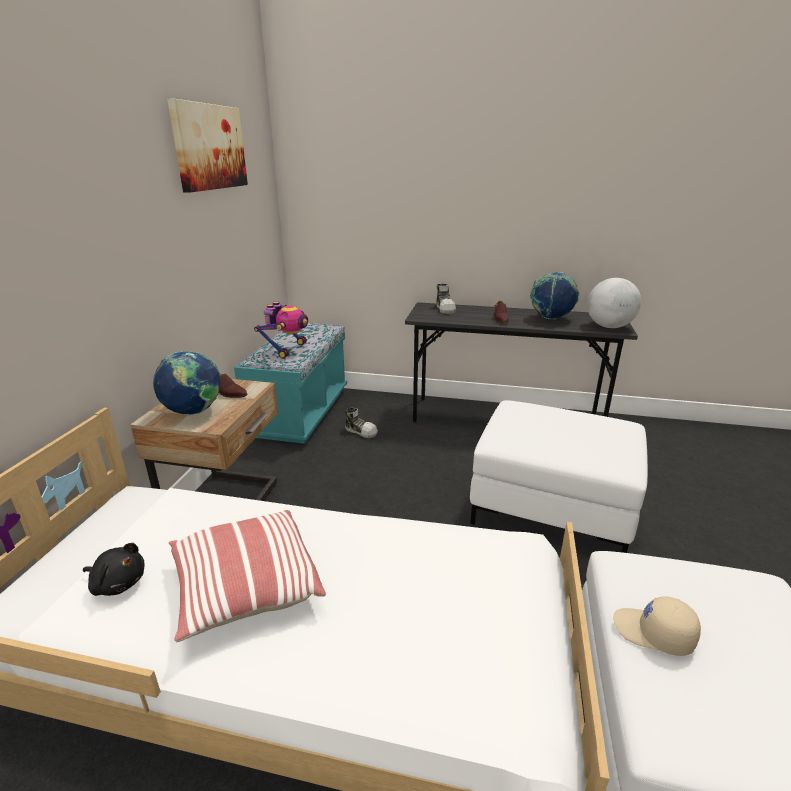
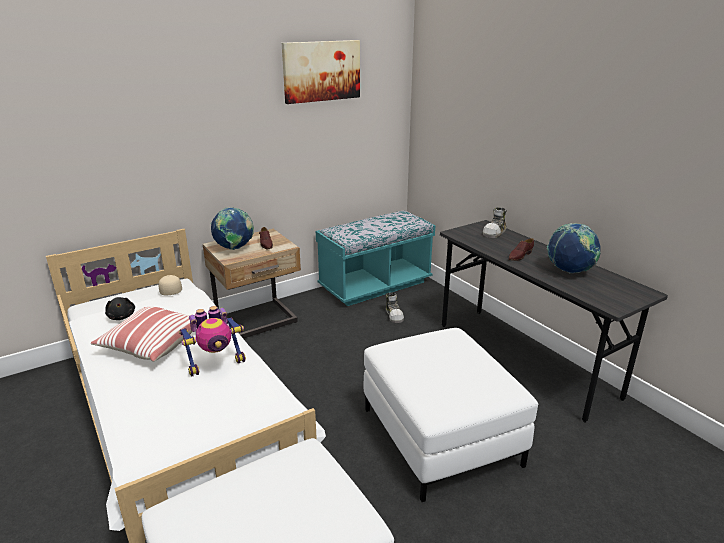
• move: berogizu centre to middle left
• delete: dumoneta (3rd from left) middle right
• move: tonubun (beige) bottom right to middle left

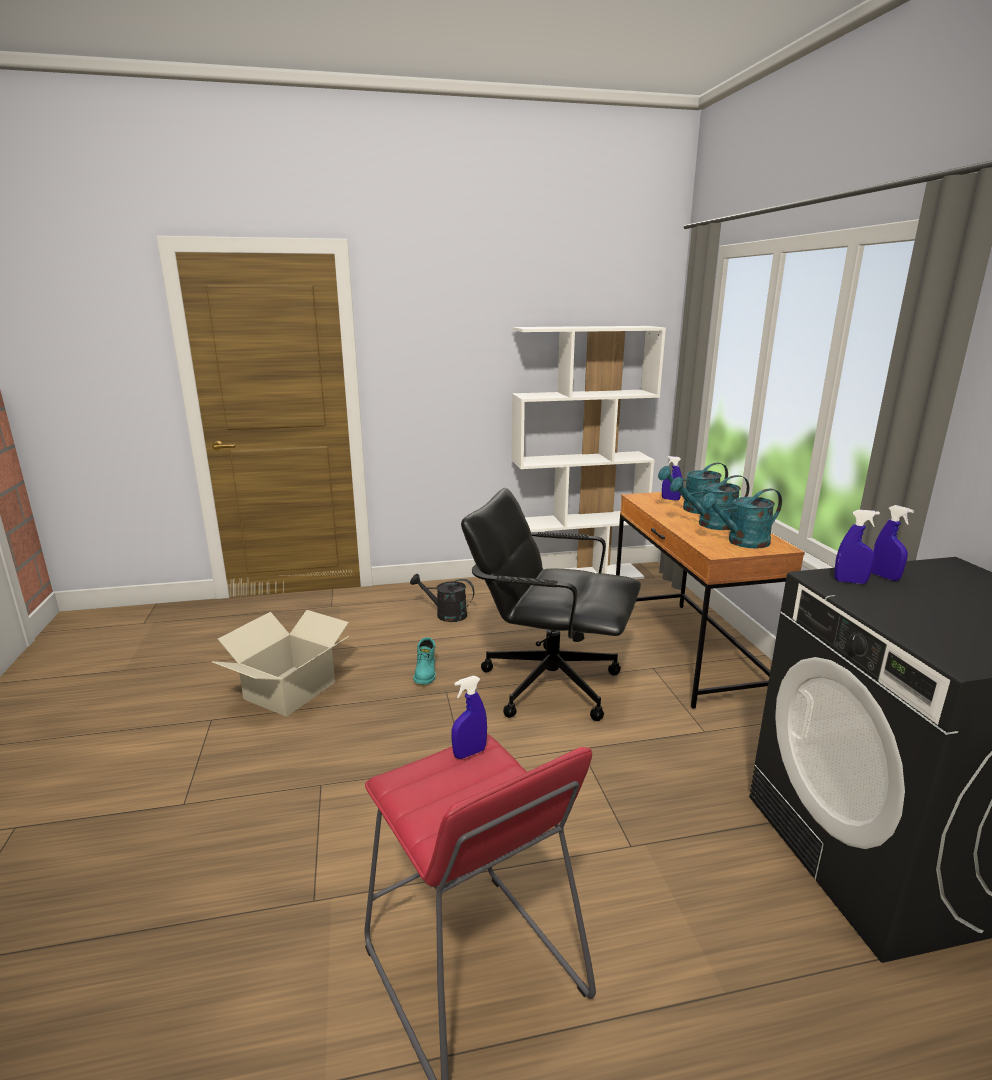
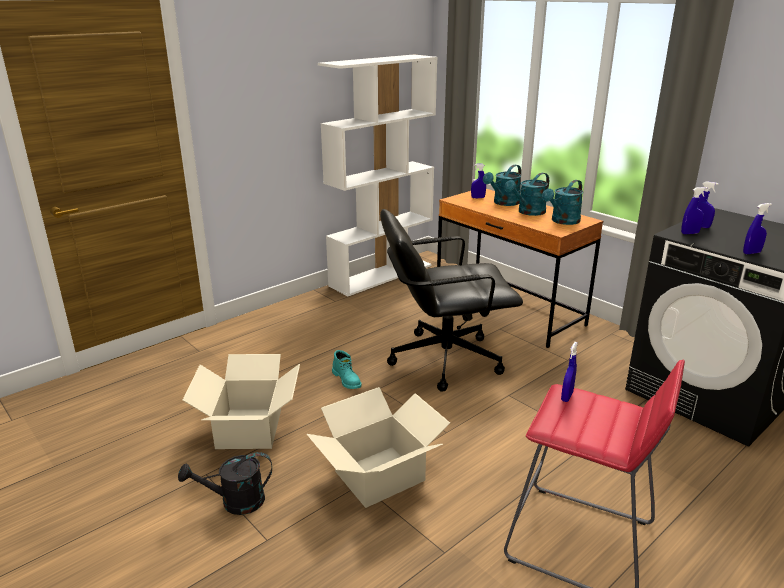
• move: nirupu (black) centre to bottom left
• insert: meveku (2nd from left) bottom centre
• insert: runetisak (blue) (5th from left) middle right

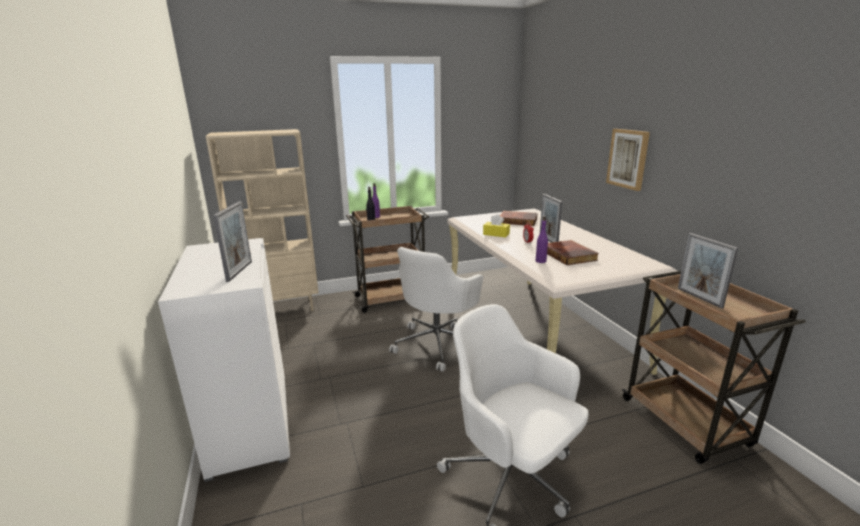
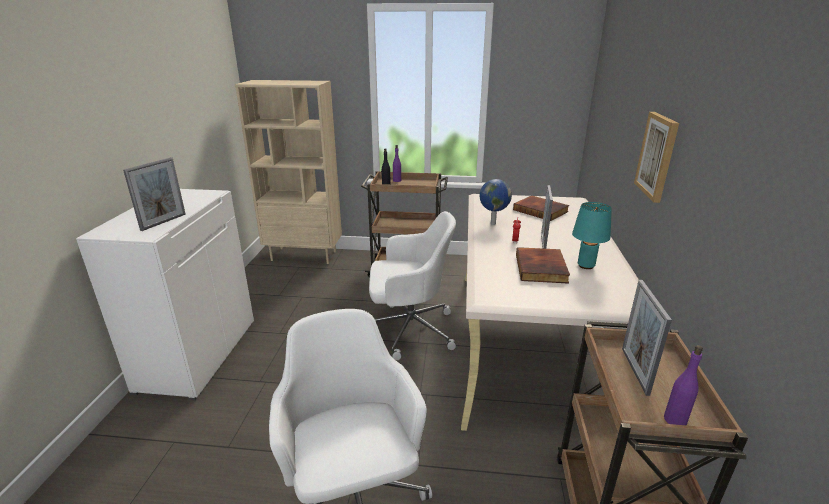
• rotate: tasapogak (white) (1st from left in the first image) centre = centre 150 degrees counterclockwise
• replace: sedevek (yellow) centre to dumoneta centre
• move: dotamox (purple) (2nd from left) centre to bottom right
• insert: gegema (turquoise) middle right

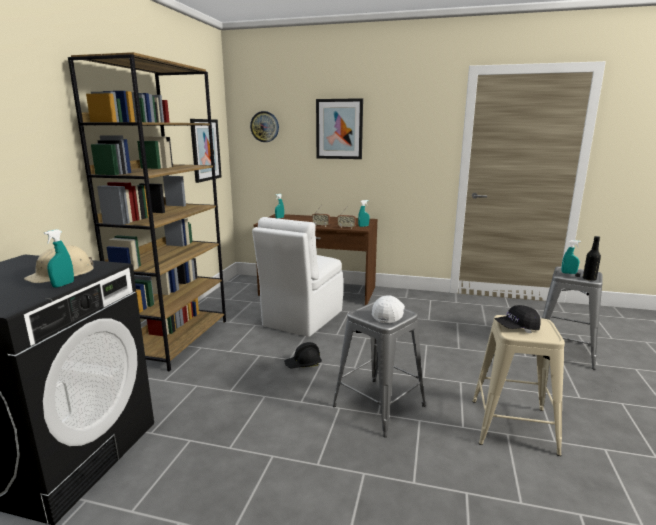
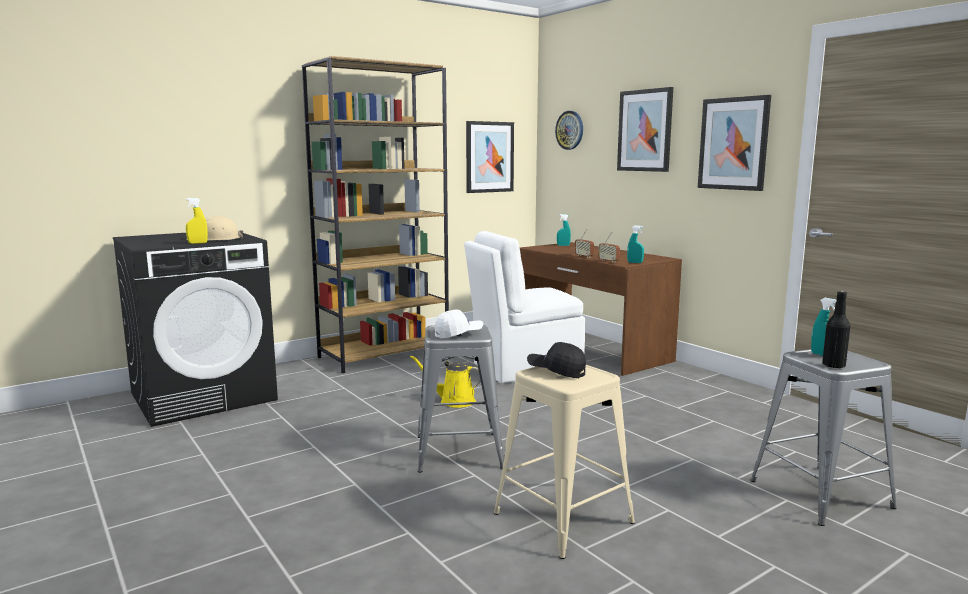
• recolor: runetisak (turquoise) (1st from left) middle left to runetisak (yellow) middle left
• replace: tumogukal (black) bottom centre to nirupu (yellow) centre
• insert: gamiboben (3rd from left) top right

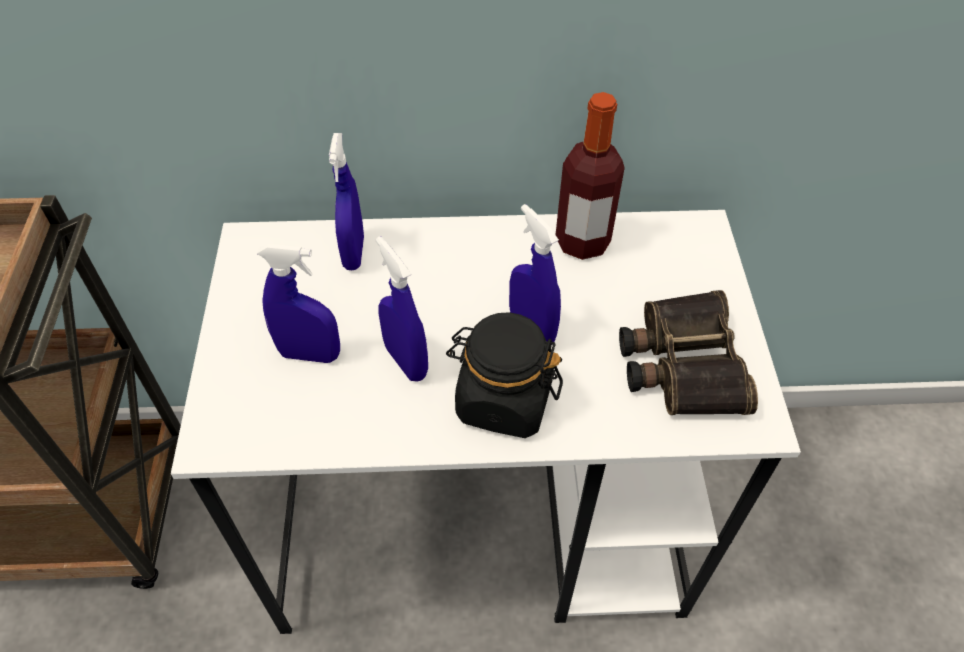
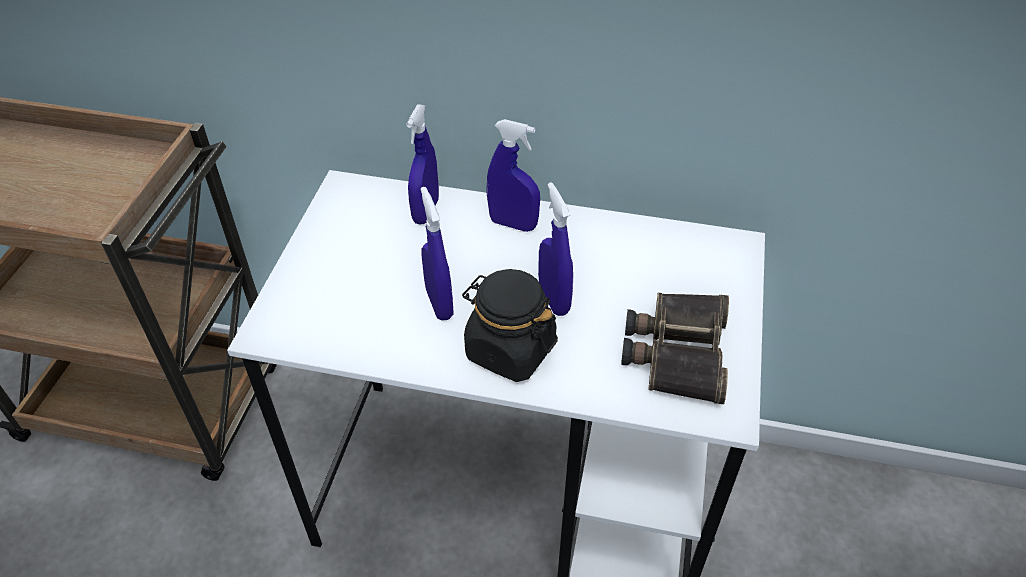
• move: runetisak (blue) (1st from left in the first image) middle left to runetisak (blue) (3rd from left) top centre
• delete: dotamox top centre

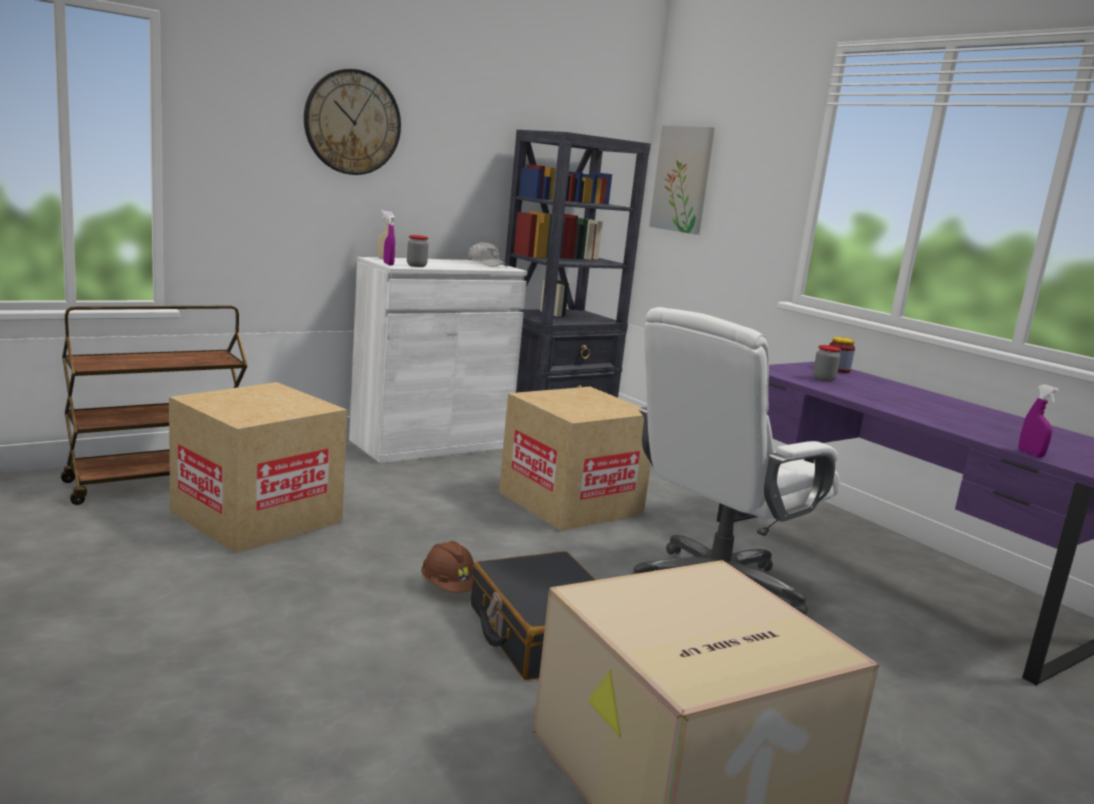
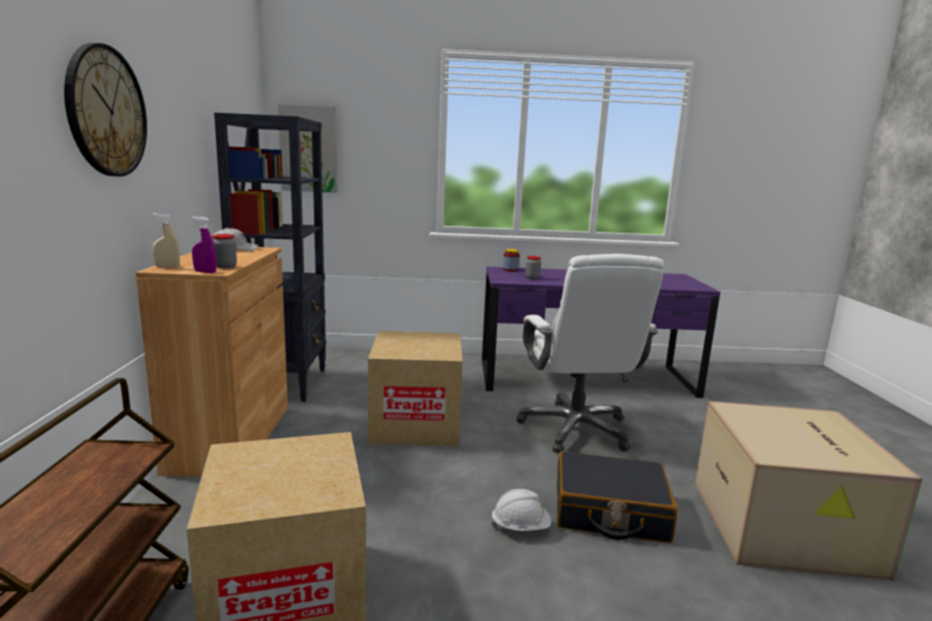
• recolor: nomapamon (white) centre to nomapamon (brown) middle left
• recolor: tumogukal (brown) bottom centre to tumogukal (white) bottom centre
• delete: runetisak (purple) (2nd from left) middle right

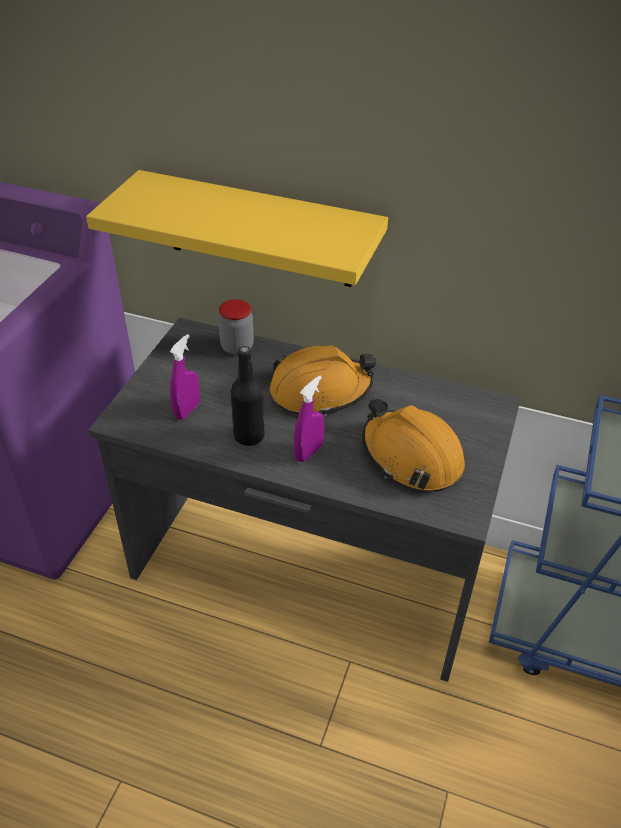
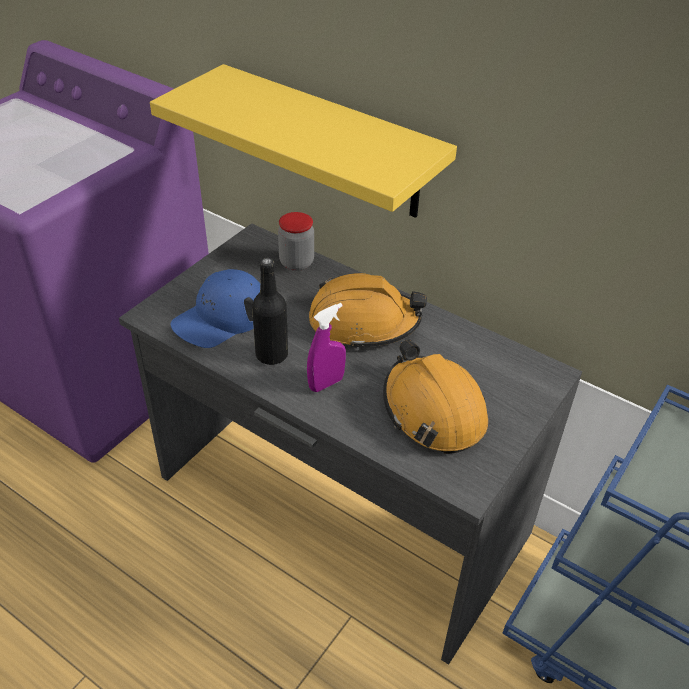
• replace: runetisak (purple) (1st from left) middle left to tonubun (blue) middle left

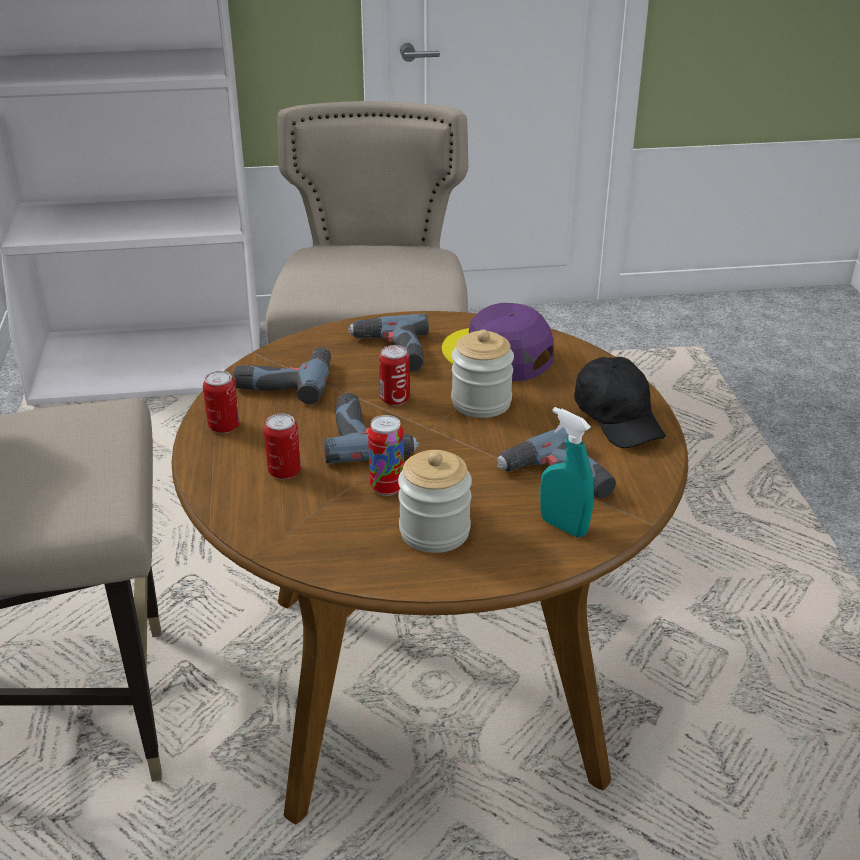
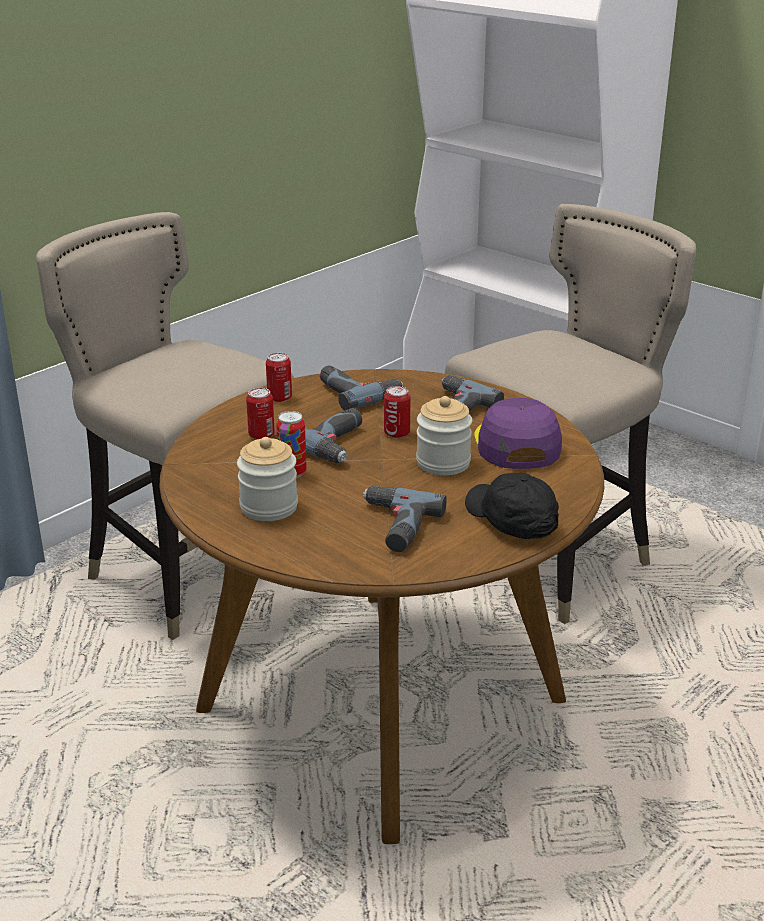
• delete: runetisak (turquoise) centre
• rotate: tonubun (black) middle right = middle right 120 degrees clockwise

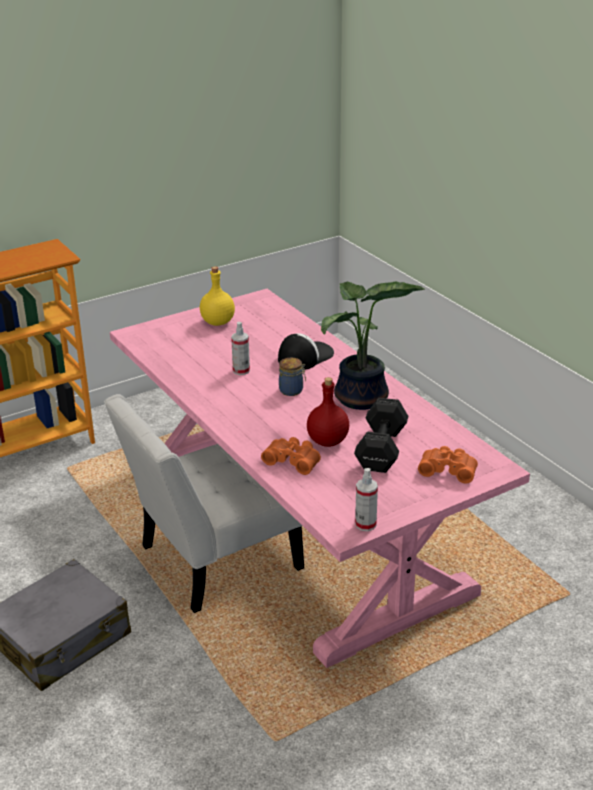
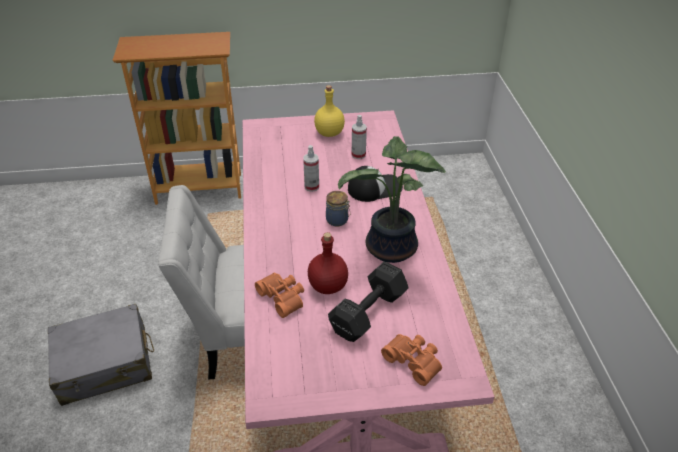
• move: runetisak (2nd from left) centre to top centre

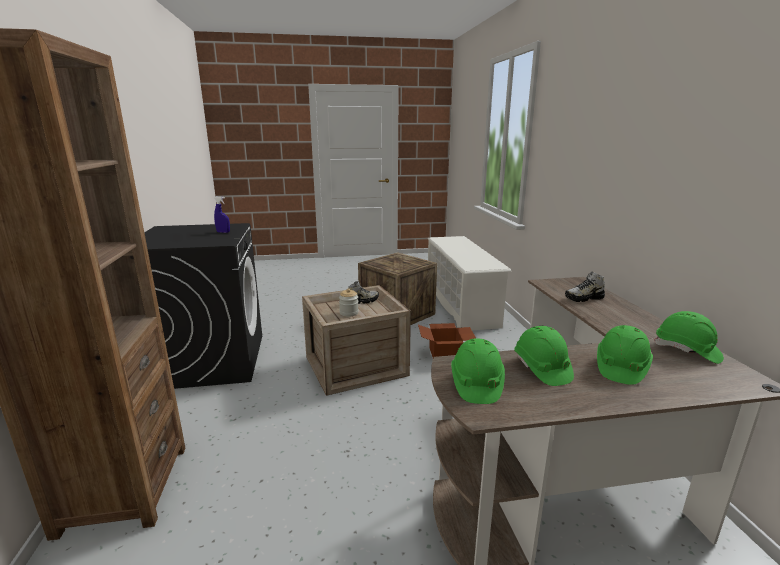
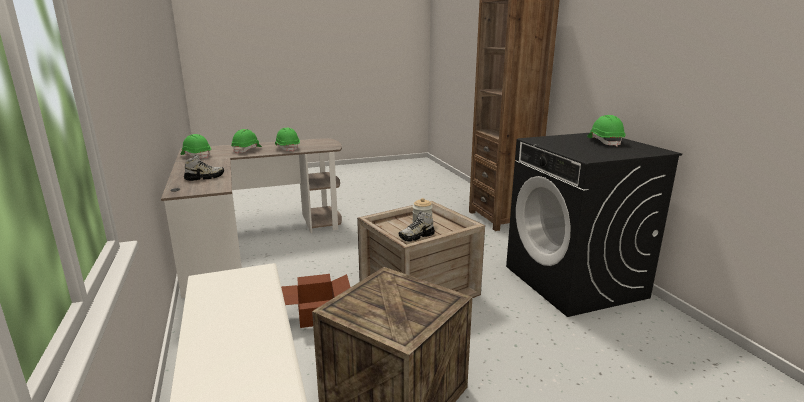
• delete: runetisak (blue) middle left
• move: tumogukal (green) (1st from left in the first image) centre to tumogukal (green) (4th from left) top right

